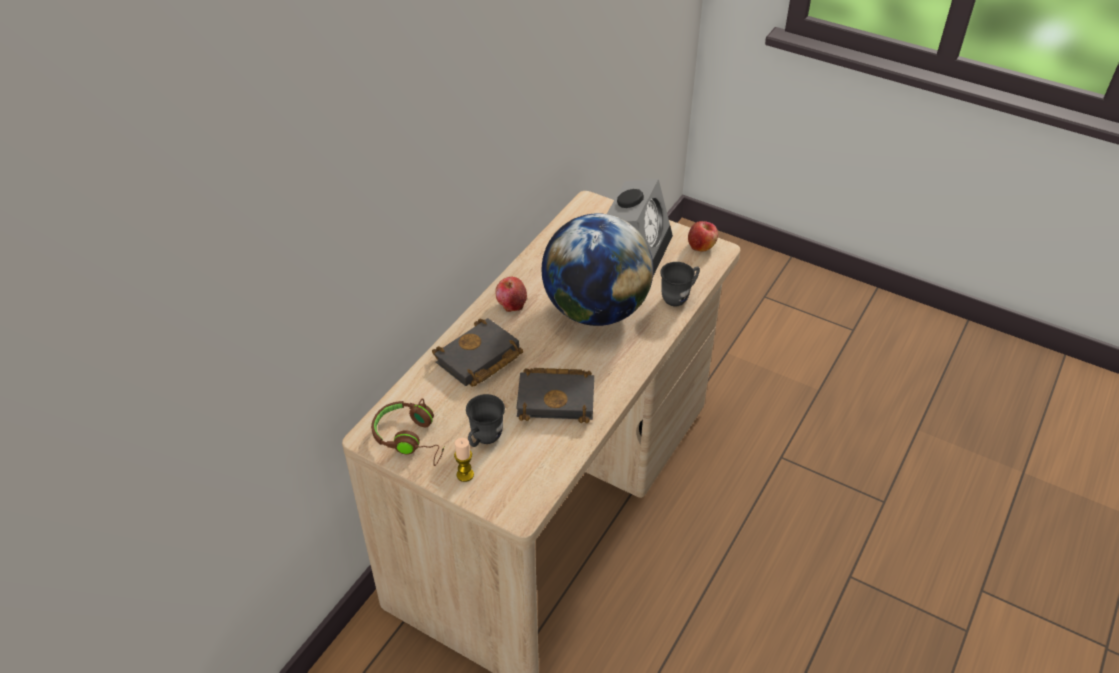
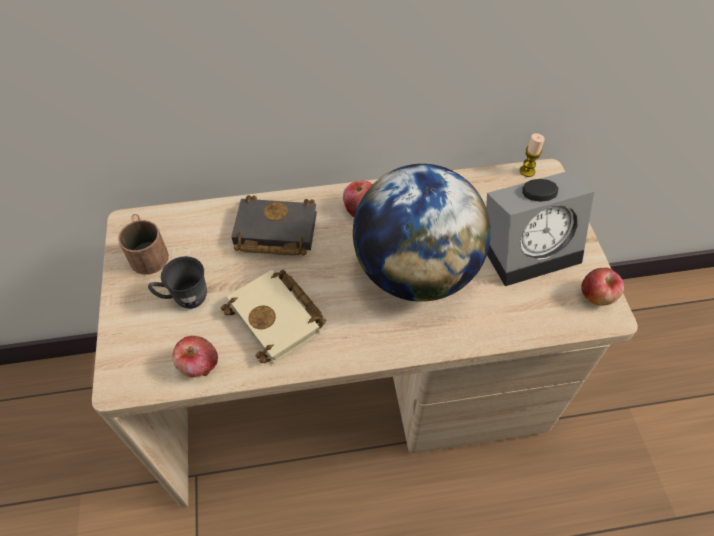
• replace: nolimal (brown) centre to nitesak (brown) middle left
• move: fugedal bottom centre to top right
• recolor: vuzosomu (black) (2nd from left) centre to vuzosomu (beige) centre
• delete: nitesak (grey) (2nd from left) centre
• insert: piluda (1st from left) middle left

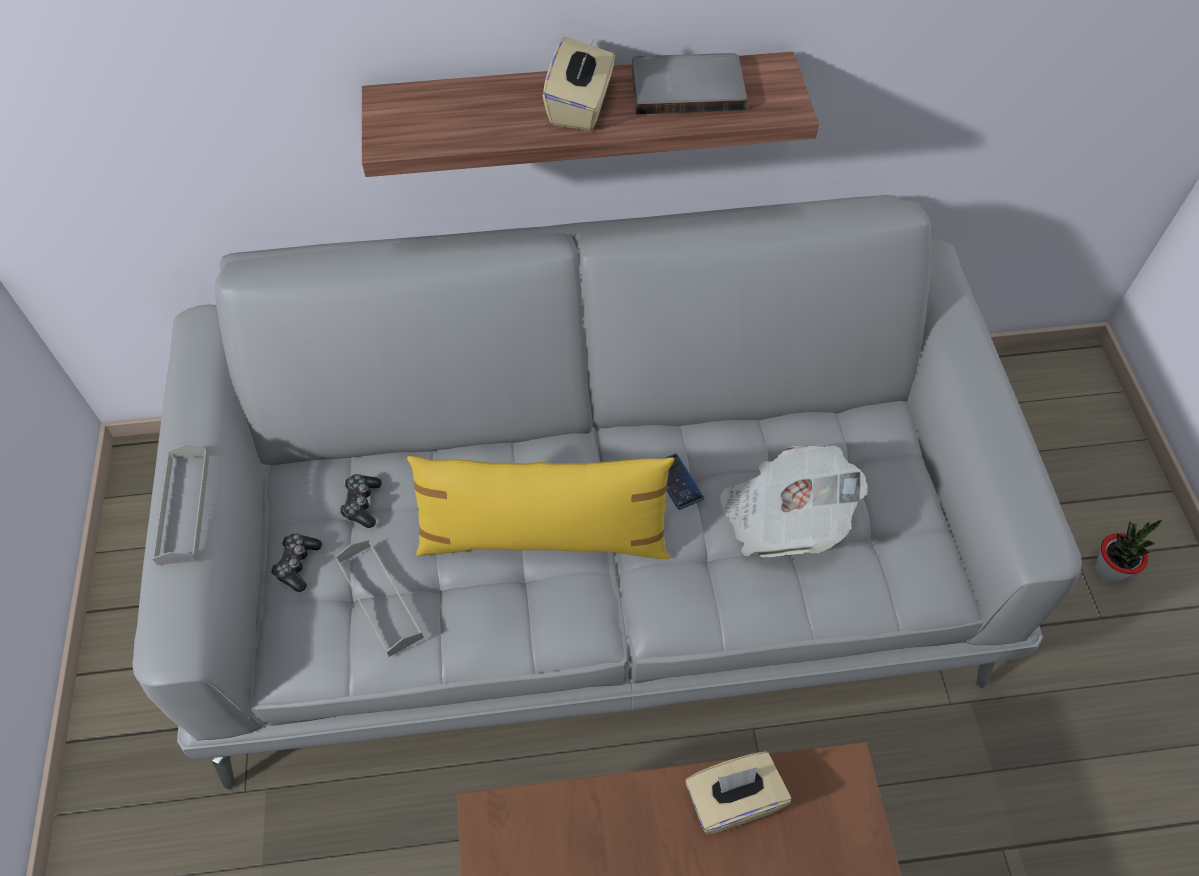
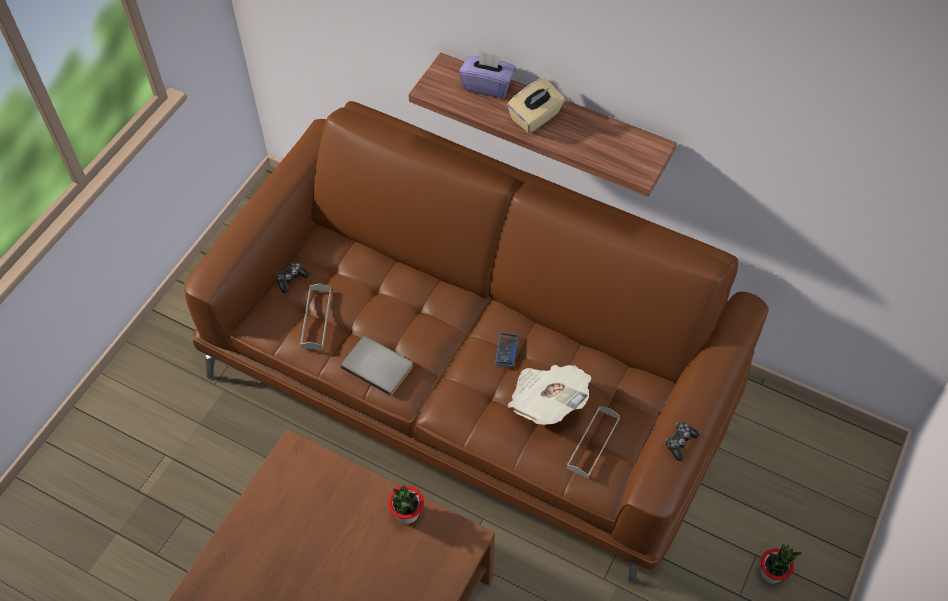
• recolor: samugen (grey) centre to samugen (brown) centre
• move: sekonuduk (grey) (1st from left in the first image) middle left to sekonuduk (grey) (2nd from left) bottom centre
• move: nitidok (2nd from left) middle left to bottom right
• delete: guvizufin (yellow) centre
• move: vuzosomu (grey) top centre to centre
• replace: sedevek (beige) (2nd from left) bottom centre to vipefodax (1st from left) bottom centre
• insert: sedevek (purple) top centre

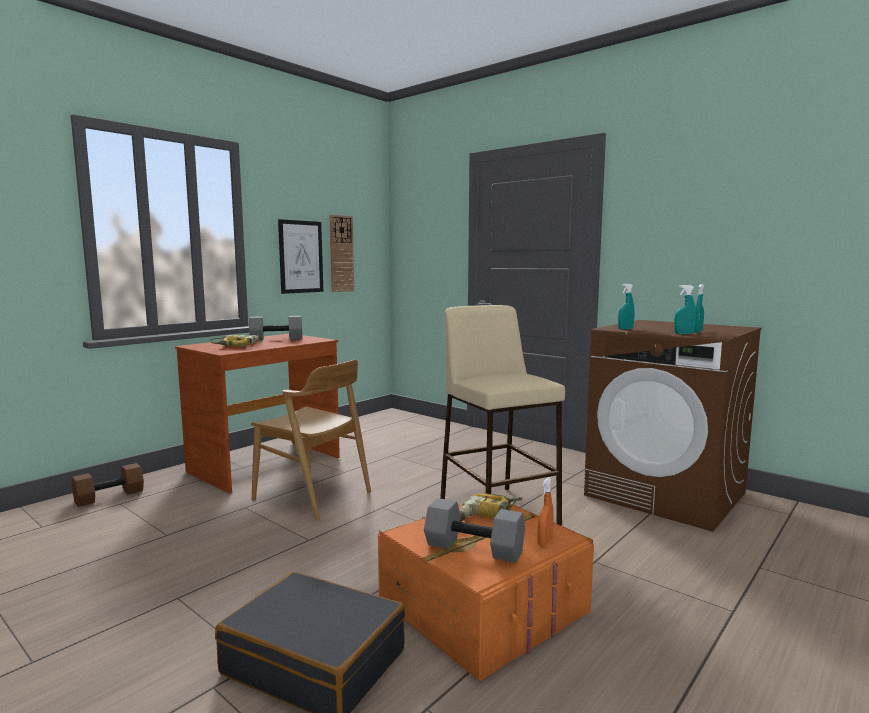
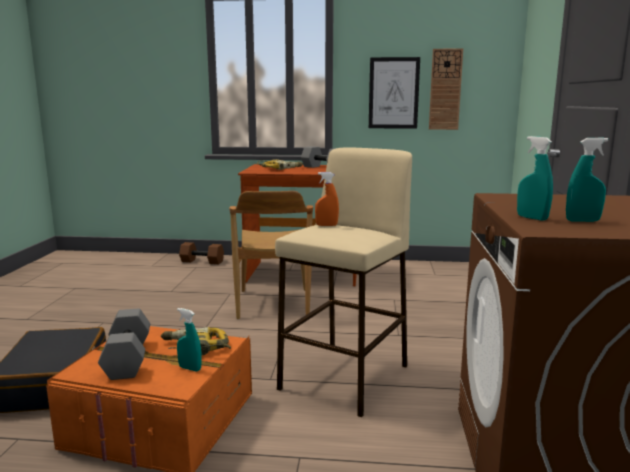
• move: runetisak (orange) bottom centre to centre
• move: runetisak (turquoise) (1st from left) middle right to bottom left

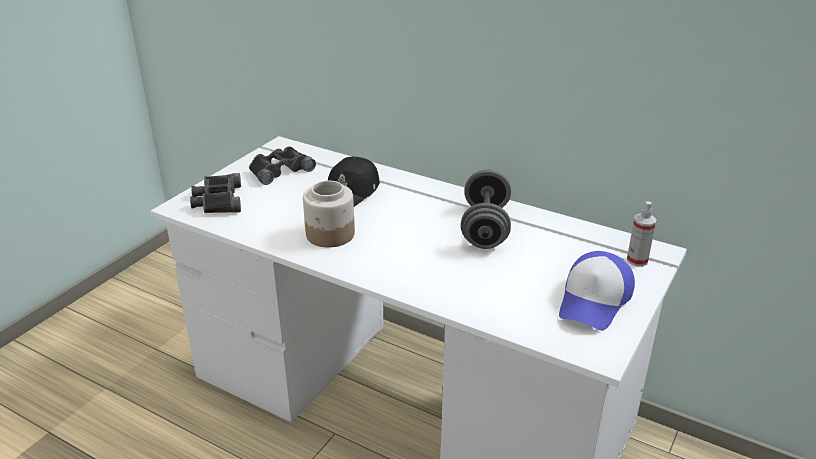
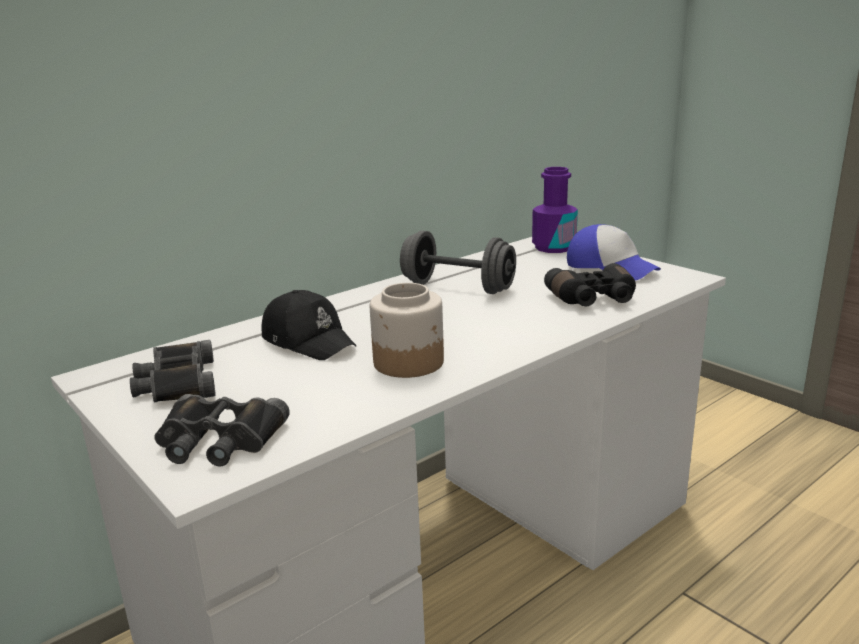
• replace: runetisak middle right to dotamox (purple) top centre
• insert: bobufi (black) (3rd from left) middle right

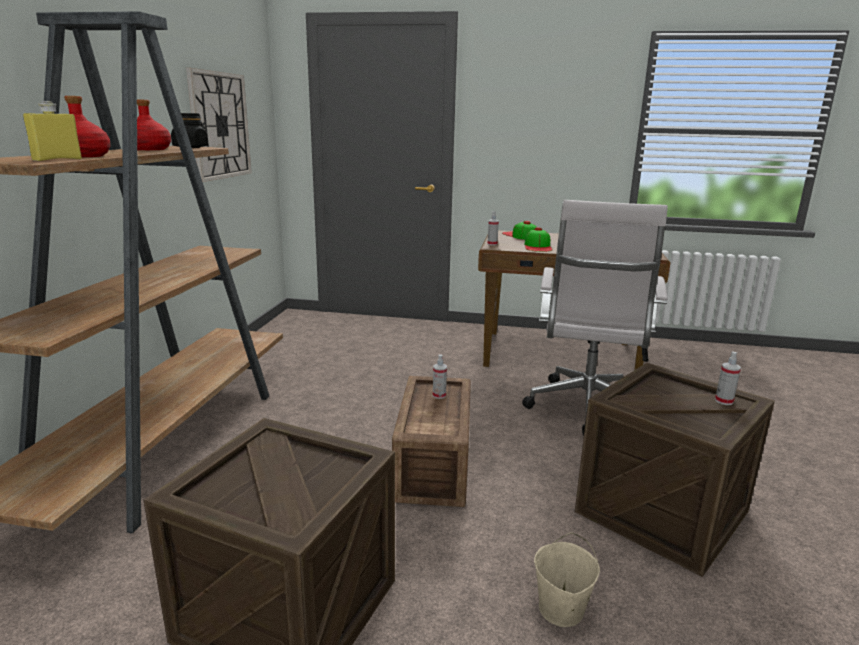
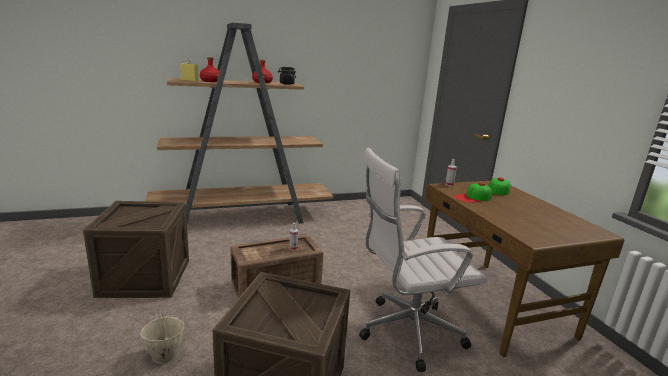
• delete: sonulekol top left
• delete: runetisak (3rd from left) middle right

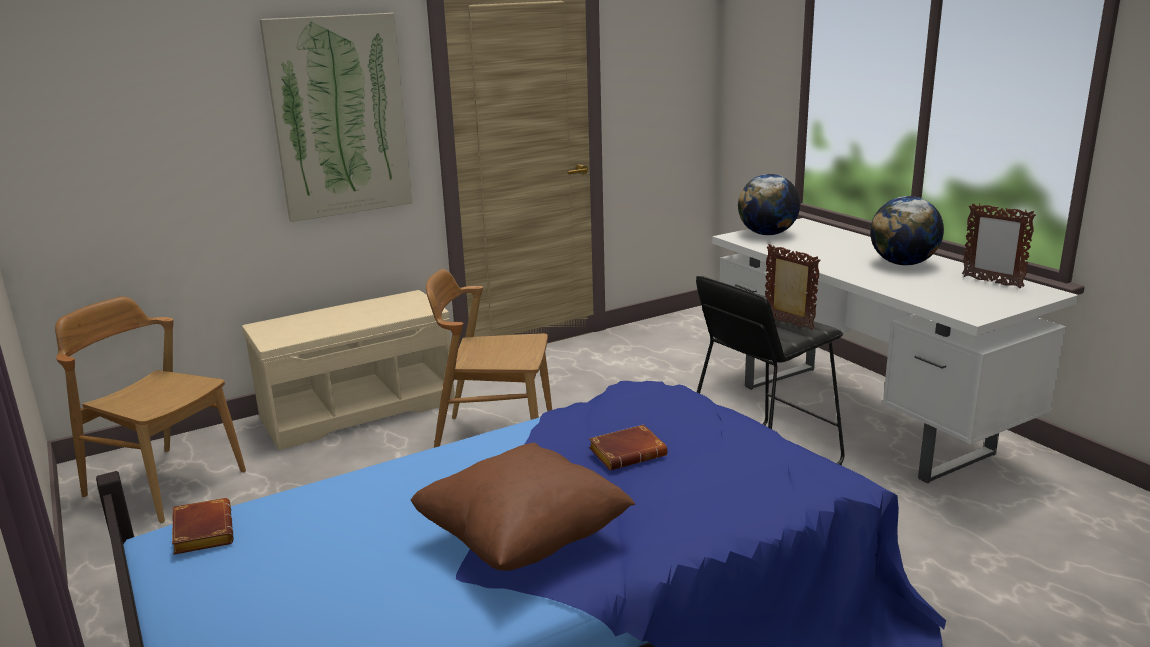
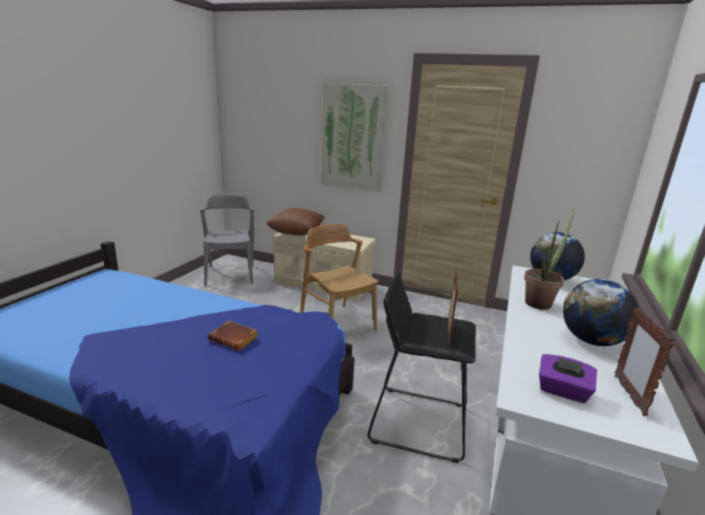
• recolor: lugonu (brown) (1st from left) middle left to lugonu (grey) middle left
• delete: vuzosomu (brown) (1st from left) bottom left
• move: guvizufin (brown) bottom centre to centre
• insert: vipefodax middle right
• insert: sedevek (purple) bottom right

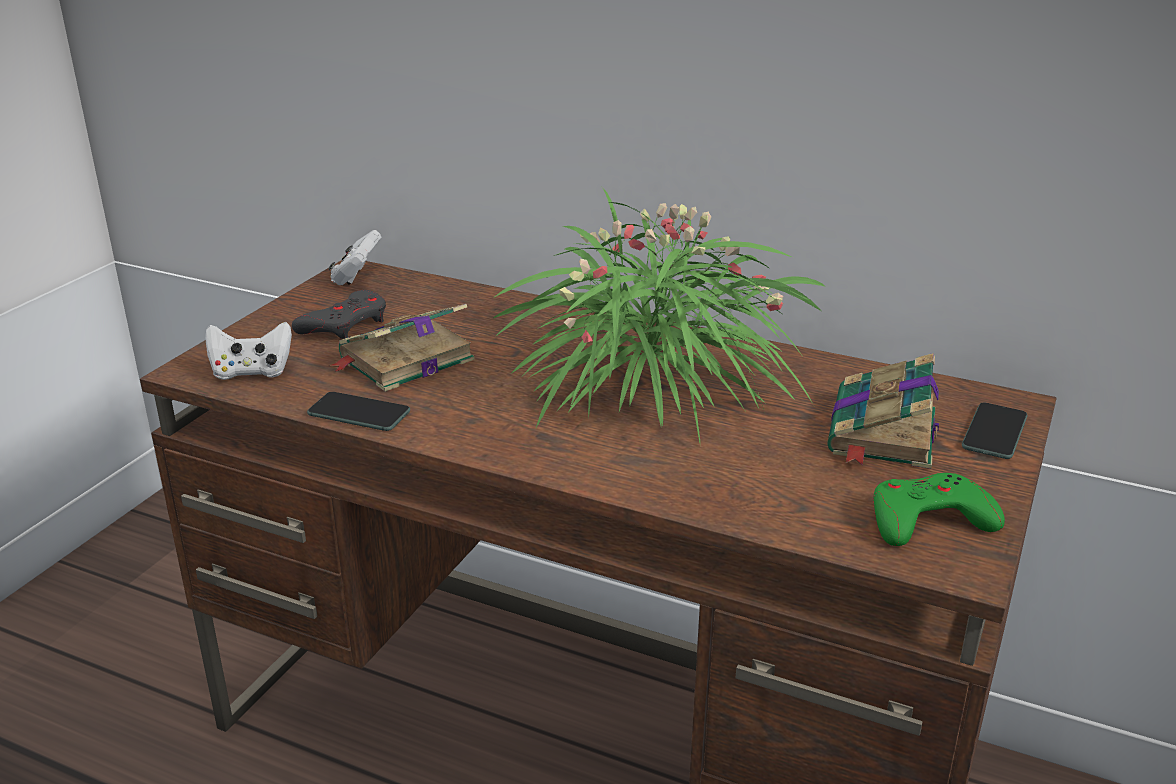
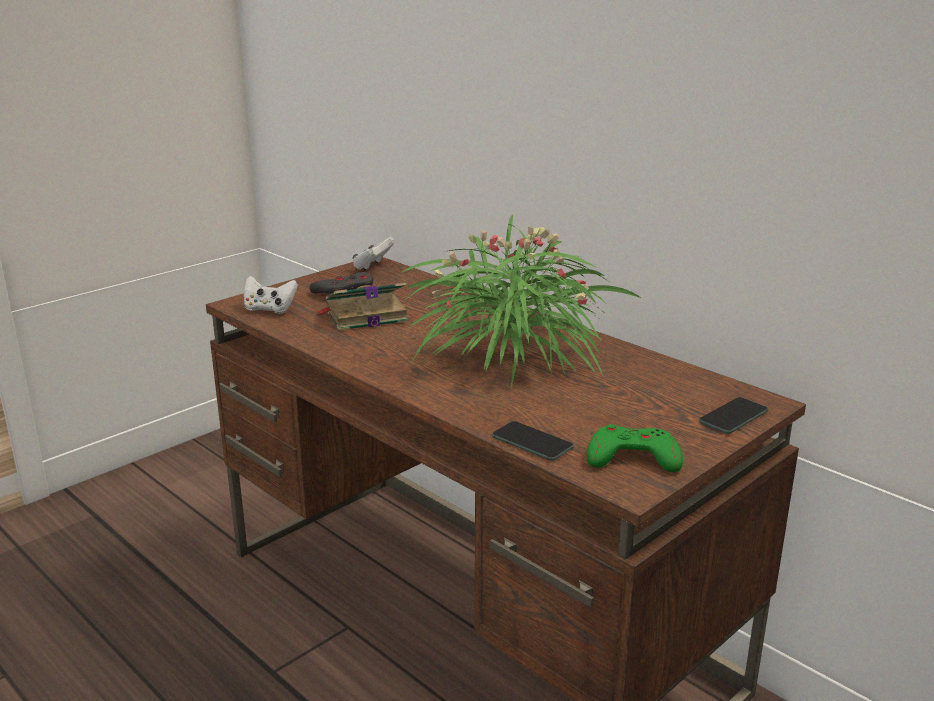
• move: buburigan (1st from left) middle left to centre
• delete: vuzosomu (2nd from left) middle right

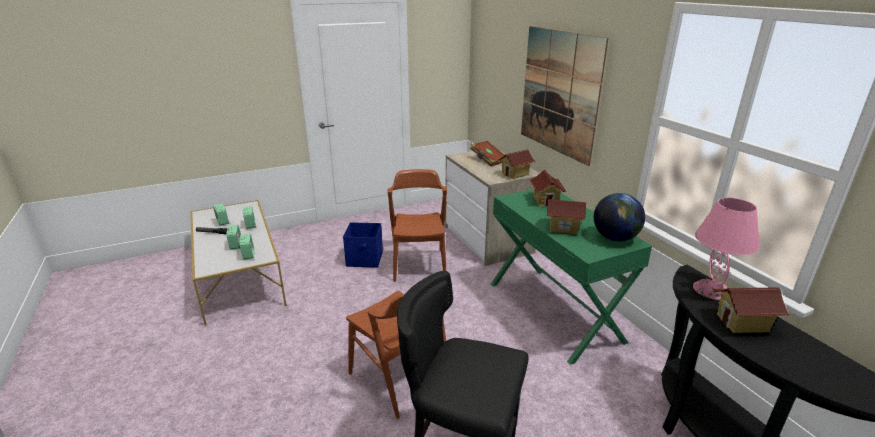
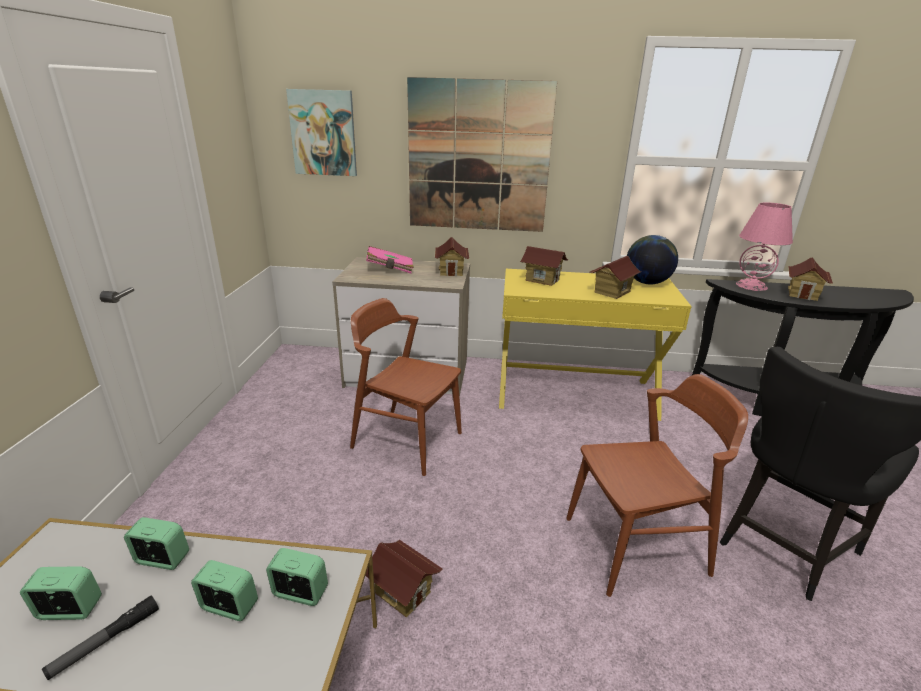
• delete: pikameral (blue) centre
• recolor: vuzosomu (brown) centre to vuzosomu (pink) centre
• recolor: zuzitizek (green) centre to zuzitizek (yellow) centre
• insert: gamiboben (1st from left) top centre
• insert: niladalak (1st from left) bottom centre

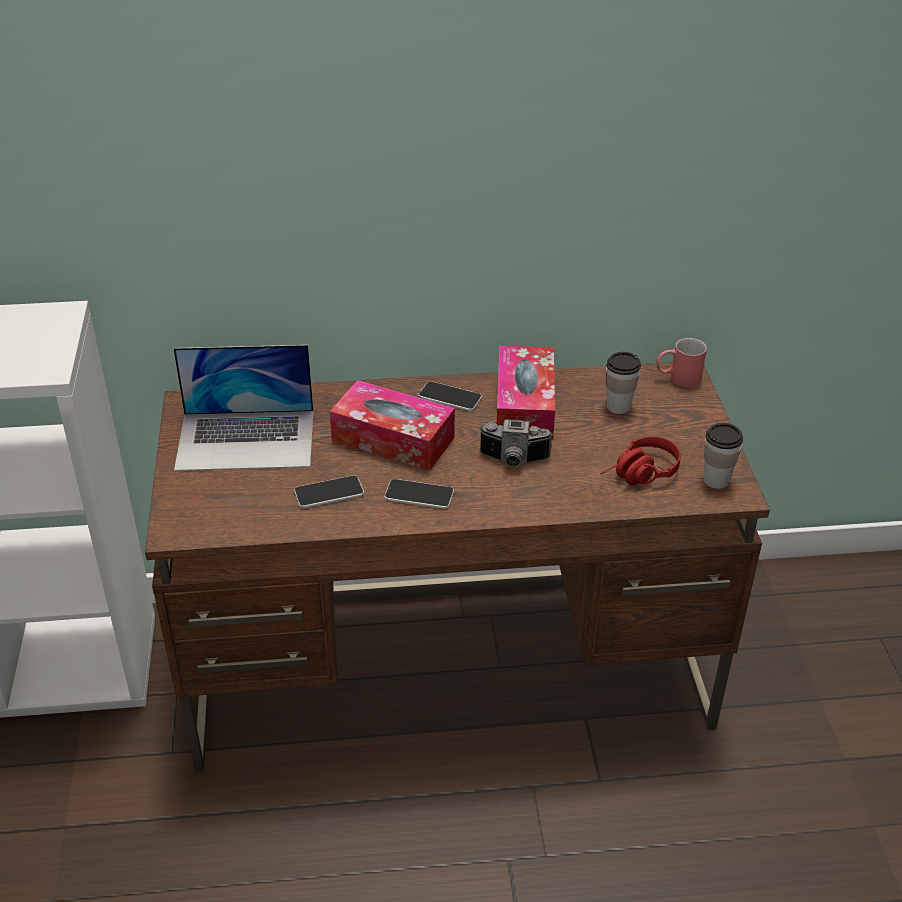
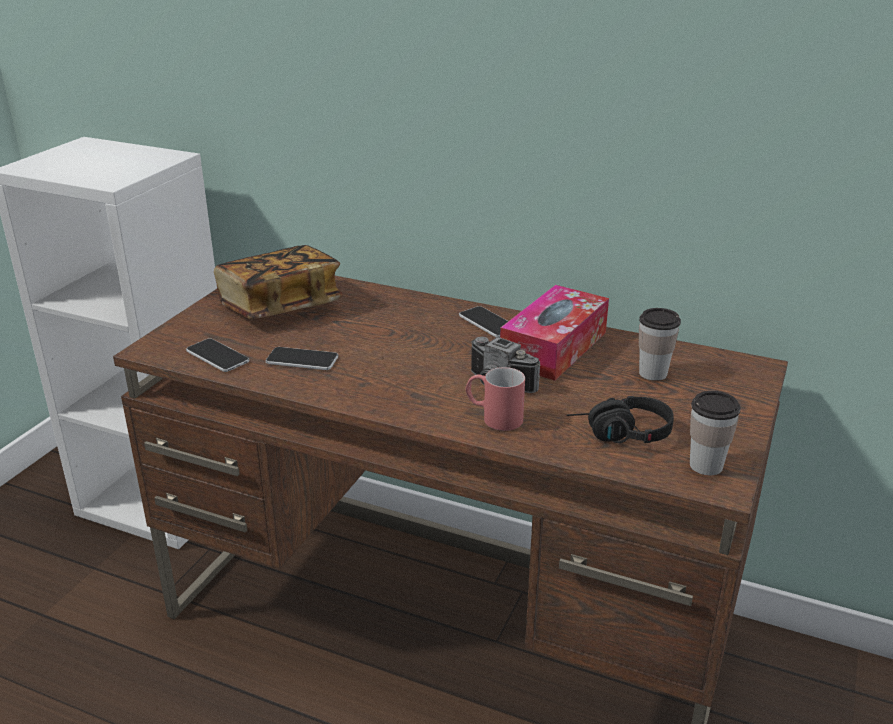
• replace: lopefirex middle left to vuzosomu middle left
• delete: sedevek (1st from left) centre
• move: buburigan (2nd from left in the first image) centre to buburigan (1st from left) middle left
• recolor: nolimal (red) middle right to nolimal (black) middle right
• move: nitesak (red) middle right to centre

